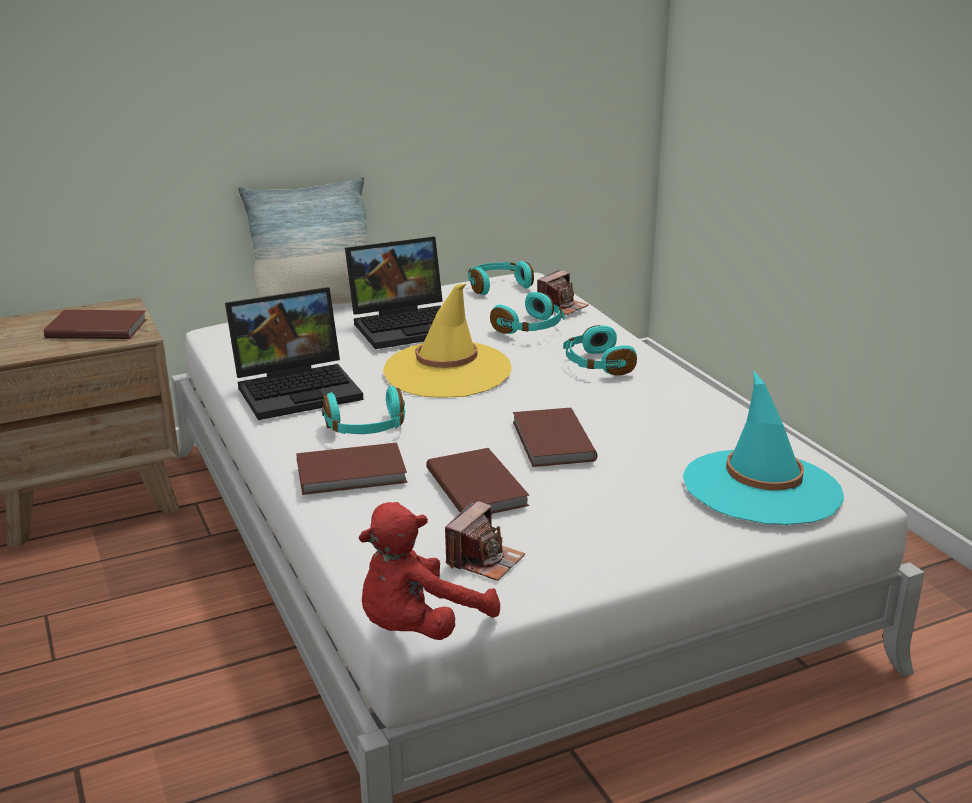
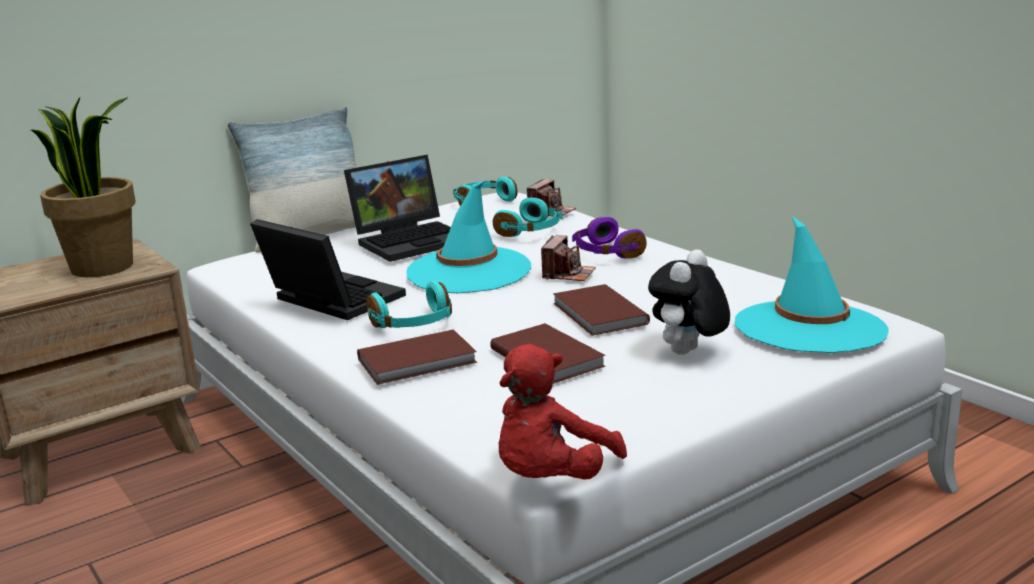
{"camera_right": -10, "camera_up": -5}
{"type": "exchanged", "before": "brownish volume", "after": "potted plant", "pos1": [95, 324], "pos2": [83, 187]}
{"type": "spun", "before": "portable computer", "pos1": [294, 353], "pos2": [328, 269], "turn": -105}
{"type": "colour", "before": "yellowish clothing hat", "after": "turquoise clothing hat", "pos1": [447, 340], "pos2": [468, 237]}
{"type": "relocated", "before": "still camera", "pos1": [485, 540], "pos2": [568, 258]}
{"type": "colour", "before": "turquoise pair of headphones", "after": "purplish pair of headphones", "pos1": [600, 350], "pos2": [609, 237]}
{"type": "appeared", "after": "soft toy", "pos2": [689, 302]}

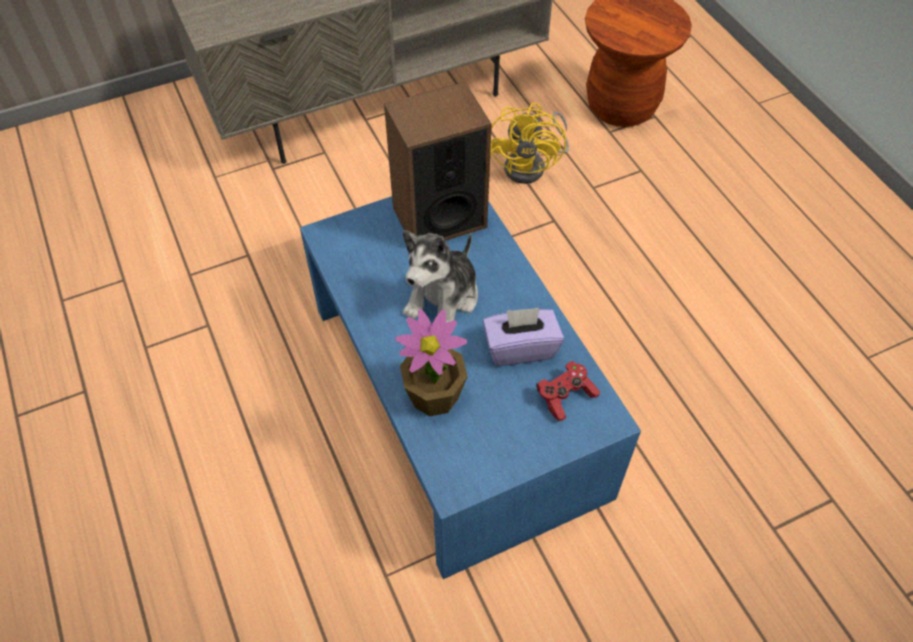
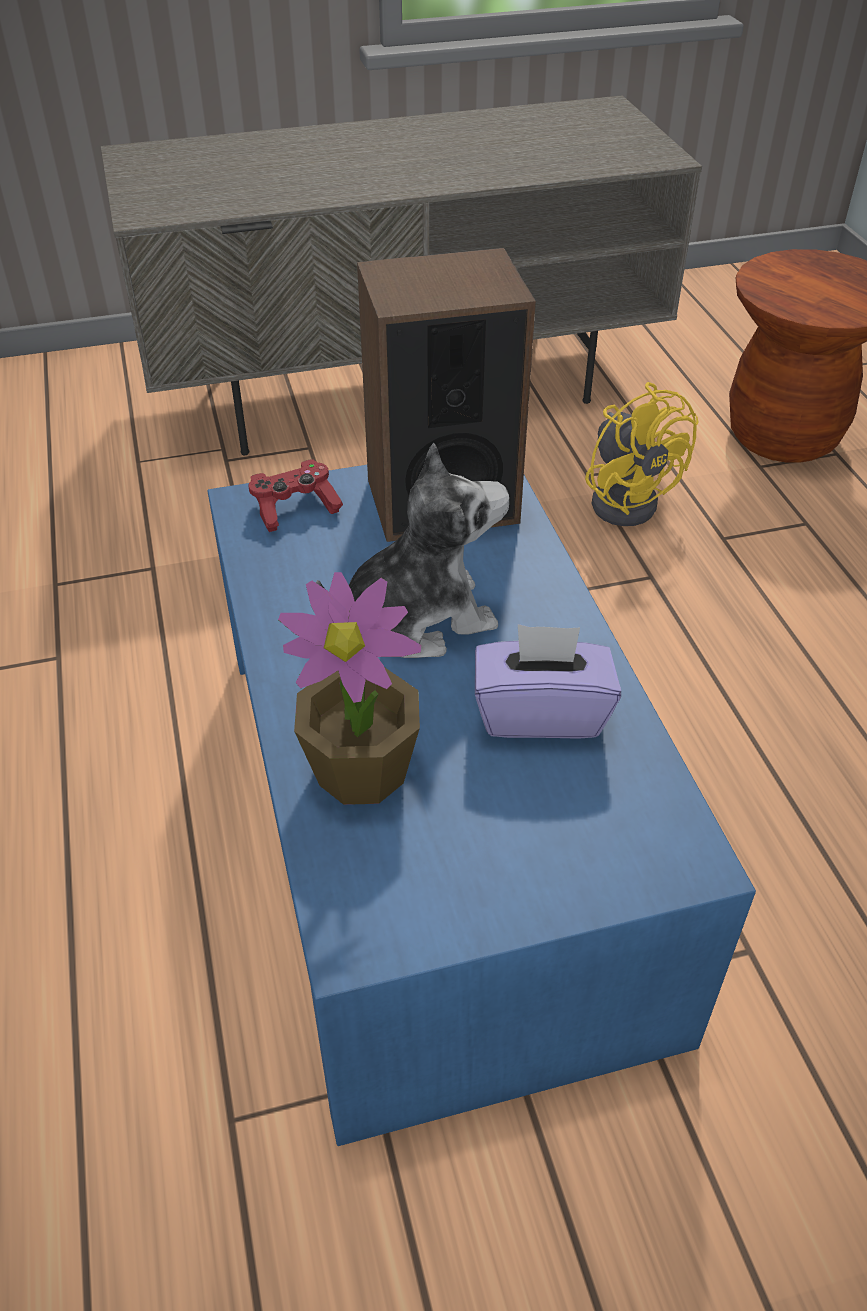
{"camera_right": 10, "camera_up": -10}
{"type": "spun", "before": "soft toy", "pos1": [440, 276], "pos2": [412, 550], "turn": -150}
{"type": "spun", "before": "yellowish cooling fan", "pos1": [529, 143], "pos2": [642, 454], "turn": -45}
{"type": "relocated", "before": "reddish gamepad", "pos1": [568, 391], "pos2": [295, 495]}

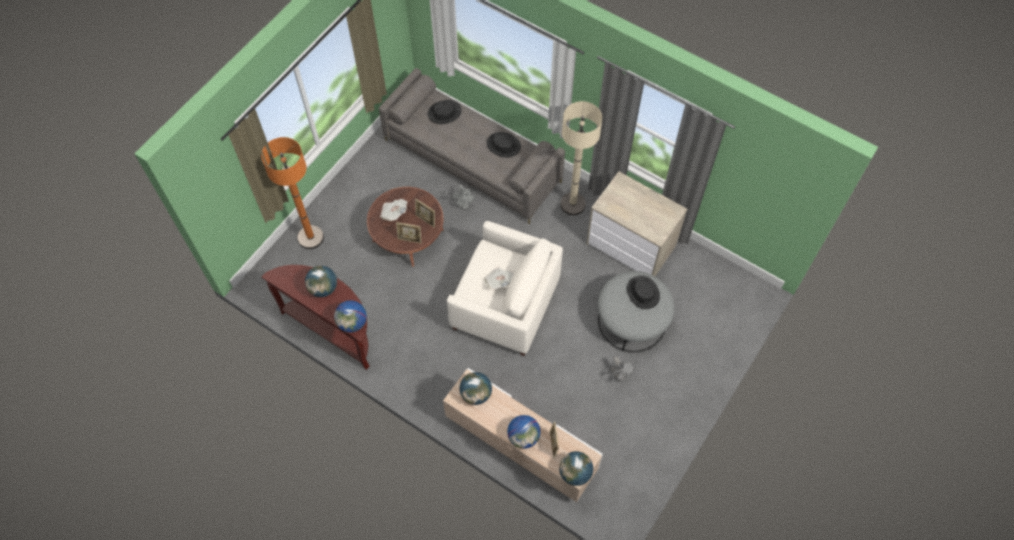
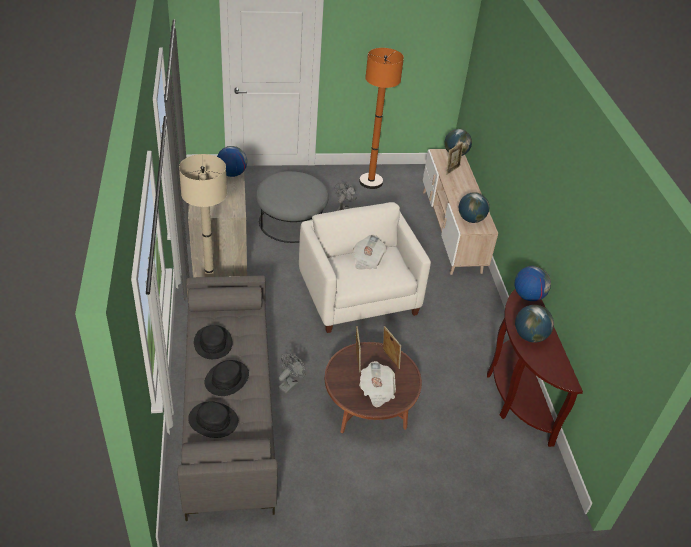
{"camera_right": -135, "camera_up": -20}
{"type": "relocated", "before": "orange-coloured standing lamp", "pos1": [292, 193], "pos2": [381, 118]}
{"type": "relocated", "before": "world globe", "pos1": [524, 432], "pos2": [232, 161]}
{"type": "relocated", "before": "black clothing hat", "pos1": [643, 292], "pos2": [226, 378]}

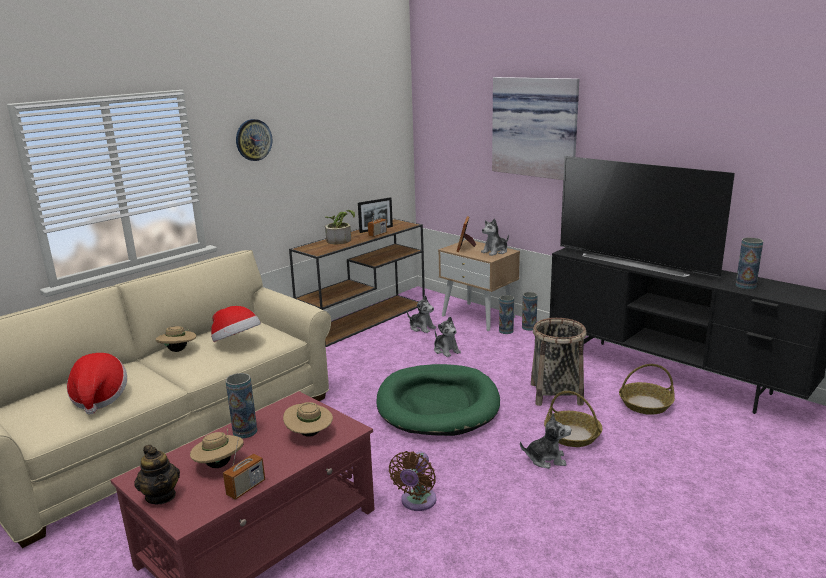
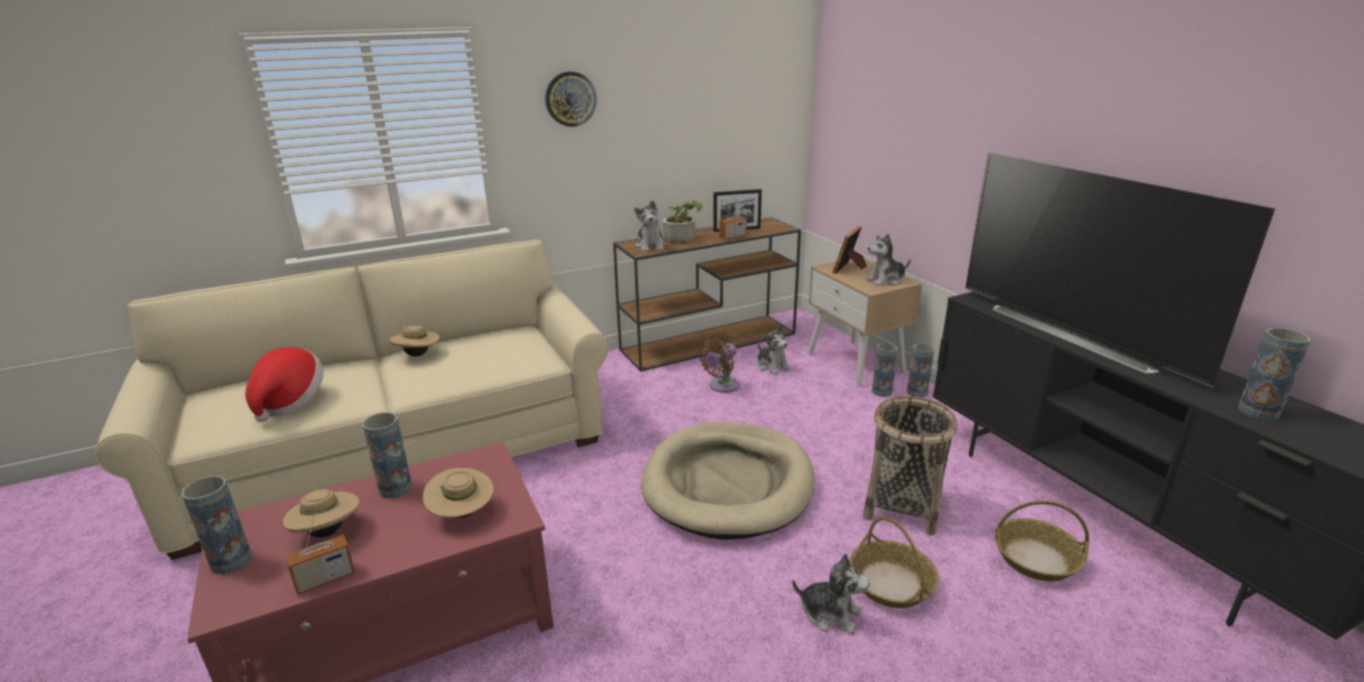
{"camera_right": 20, "camera_up": 5}
{"type": "exchanged", "before": "pot for tea", "after": "flower vase", "pos1": [157, 474], "pos2": [216, 525]}
{"type": "missing", "before": "clothing hat", "pos1": [236, 324]}
{"type": "colour", "before": "green dog cushion", "after": "sand-coloured dog cushion", "pos1": [438, 400], "pos2": [727, 481]}
{"type": "relocated", "before": "brownish cooling fan", "pos1": [412, 481], "pos2": [719, 365]}
{"type": "relocated", "before": "soft toy", "pos1": [447, 337], "pos2": [649, 226]}
{"type": "missing", "before": "wall art", "pos1": [535, 128]}

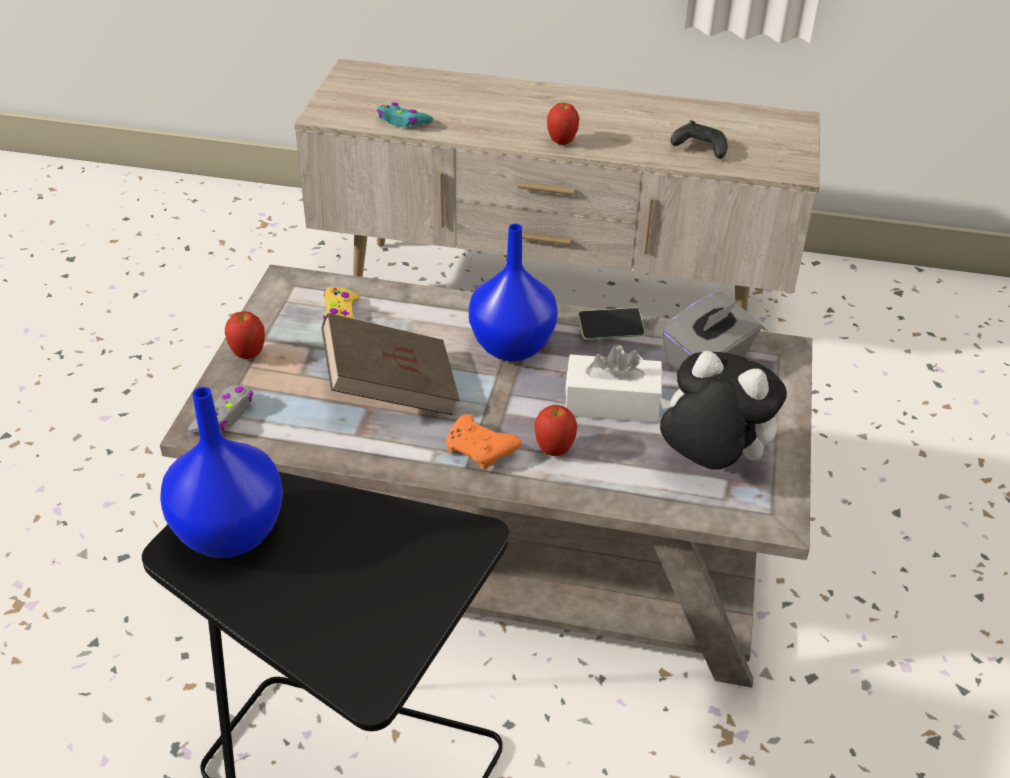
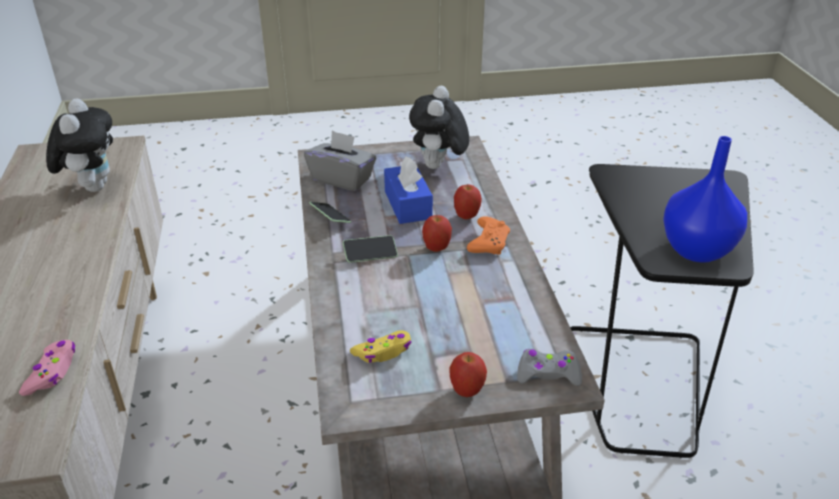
{"camera_right": -110, "camera_up": -5}
{"type": "missing", "before": "brownish volume", "pos1": [390, 364]}
{"type": "colour", "before": "turquoise gamepad", "after": "pinkish gamepad", "pos1": [405, 114], "pos2": [47, 368]}
{"type": "exchanged", "before": "blue flower vase", "after": "phone", "pos1": [513, 292], "pos2": [370, 249]}
{"type": "relocated", "before": "apple fruit", "pos1": [563, 123], "pos2": [437, 233]}
{"type": "colour", "before": "whitish tissue box", "after": "blue tissue box", "pos1": [613, 384], "pos2": [408, 190]}
{"type": "exchanged", "before": "black gamepad", "after": "soft toy", "pos1": [699, 139], "pos2": [79, 145]}

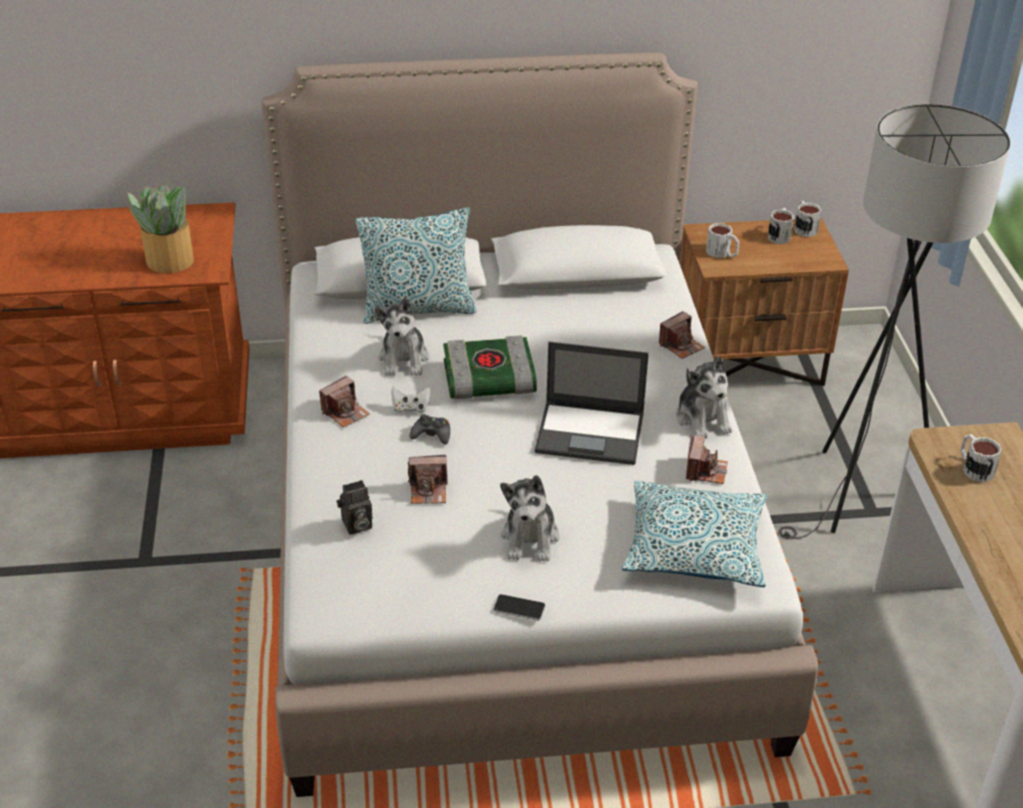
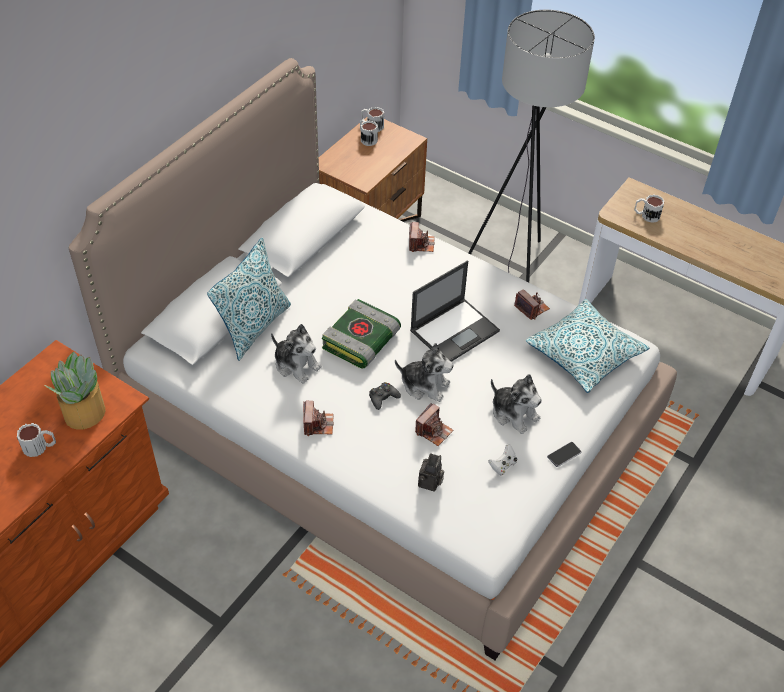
{"camera_right": -50, "camera_up": 10}
{"type": "relocated", "before": "whitish gamepad", "pos1": [410, 400], "pos2": [502, 459]}
{"type": "relocated", "before": "soft toy", "pos1": [704, 397], "pos2": [424, 372]}
{"type": "relocated", "before": "mug", "pos1": [723, 240], "pos2": [36, 440]}

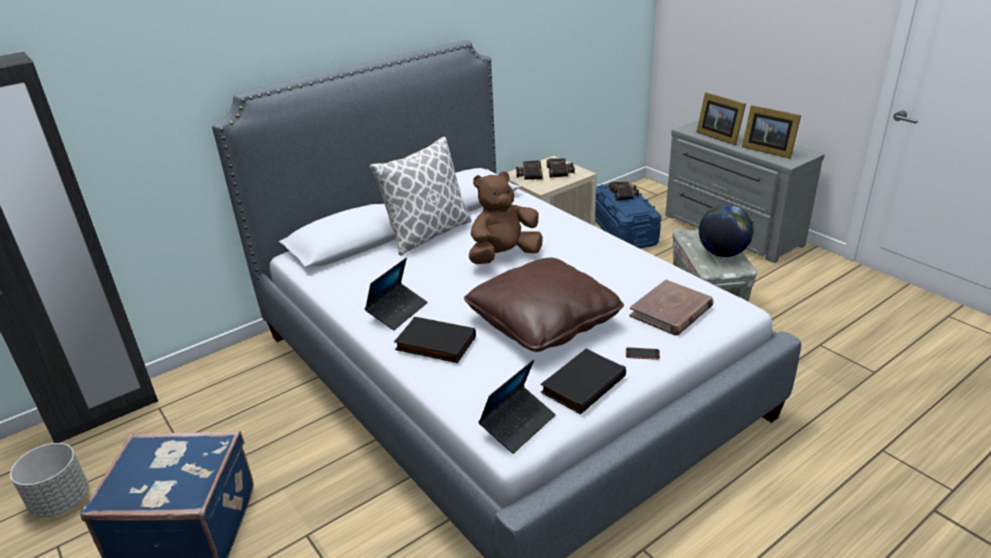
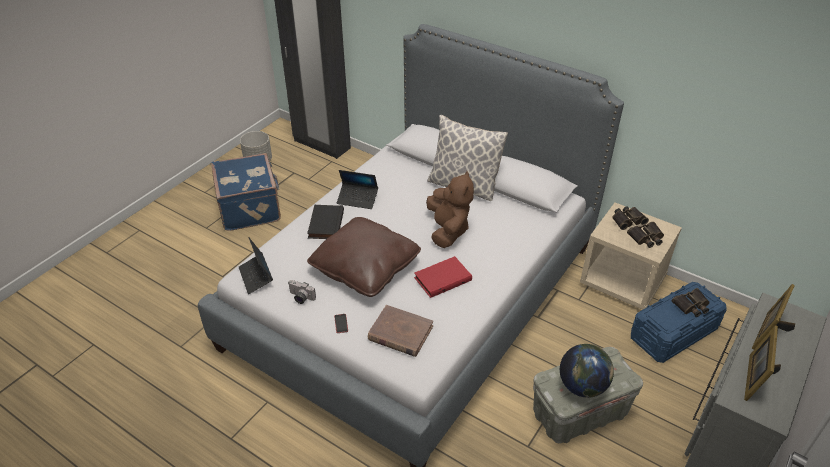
{"camera_right": 70, "camera_up": 10}
{"type": "spun", "before": "brownish soft toy", "pos1": [506, 217], "pos2": [450, 209], "turn": 45}
{"type": "spun", "before": "portable computer", "pos1": [517, 407], "pos2": [256, 265], "turn": 45}
{"type": "exchanged", "before": "black volume", "after": "still camera", "pos1": [583, 381], "pos2": [302, 292]}
{"type": "appeared", "after": "reddish volume", "pos2": [443, 277]}

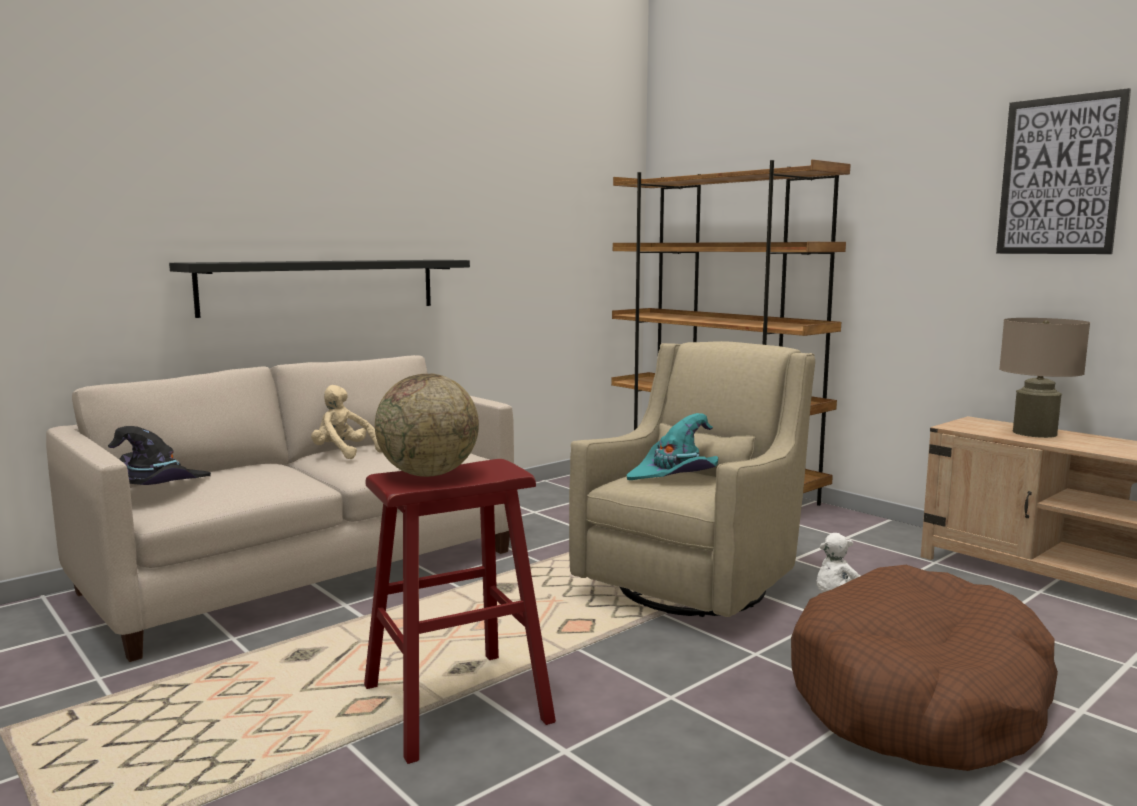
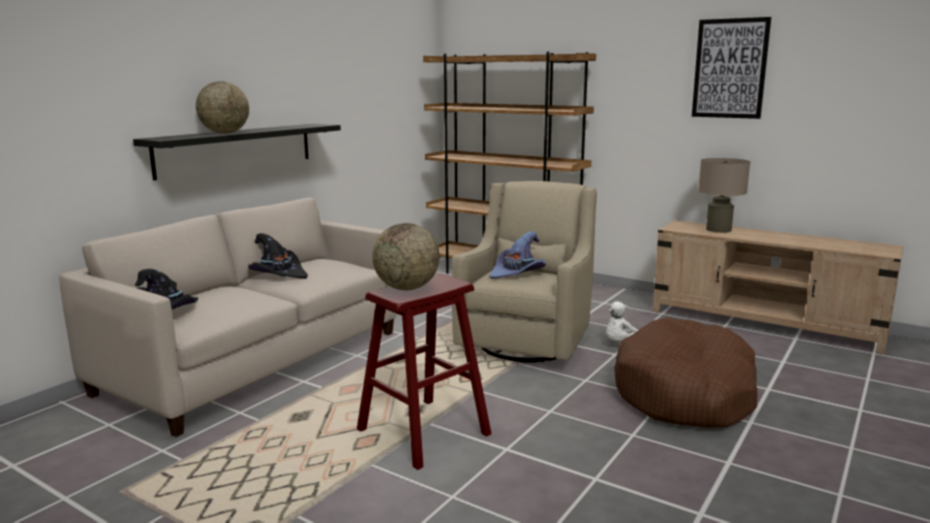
{"camera_right": -15, "camera_up": 5}
{"type": "exchanged", "before": "sand-coloured soft toy", "after": "black clothing hat", "pos1": [346, 422], "pos2": [278, 256]}
{"type": "colour", "before": "turquoise clothing hat", "after": "purplish clothing hat", "pos1": [672, 446], "pos2": [517, 255]}
{"type": "appeared", "after": "world globe", "pos2": [222, 107]}

